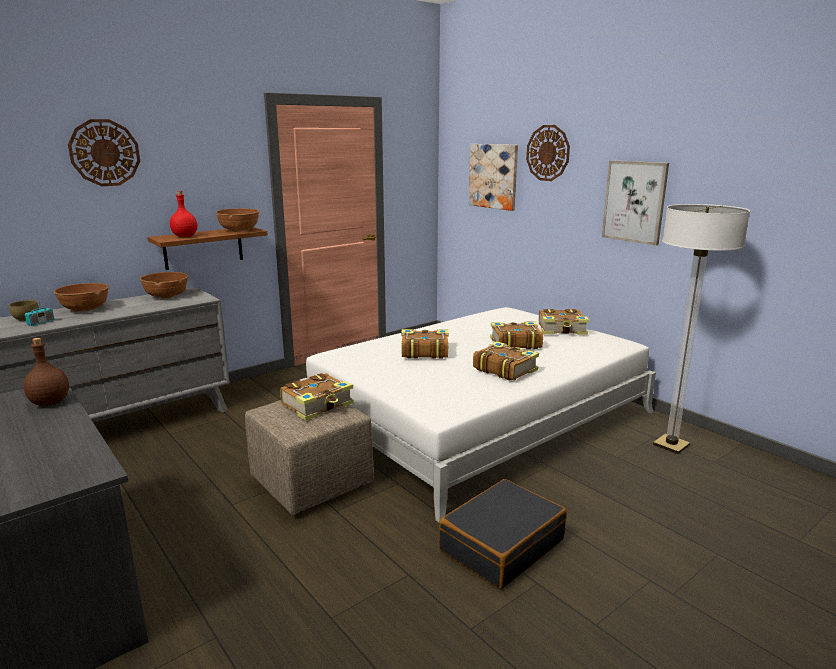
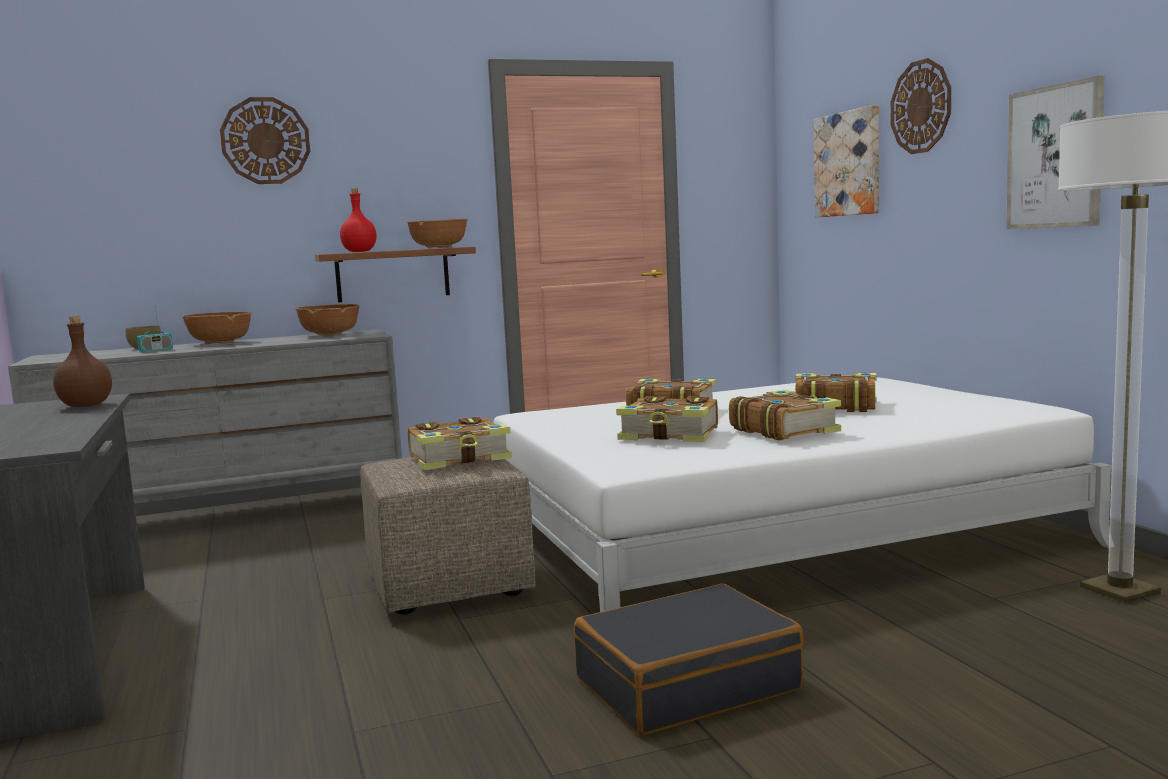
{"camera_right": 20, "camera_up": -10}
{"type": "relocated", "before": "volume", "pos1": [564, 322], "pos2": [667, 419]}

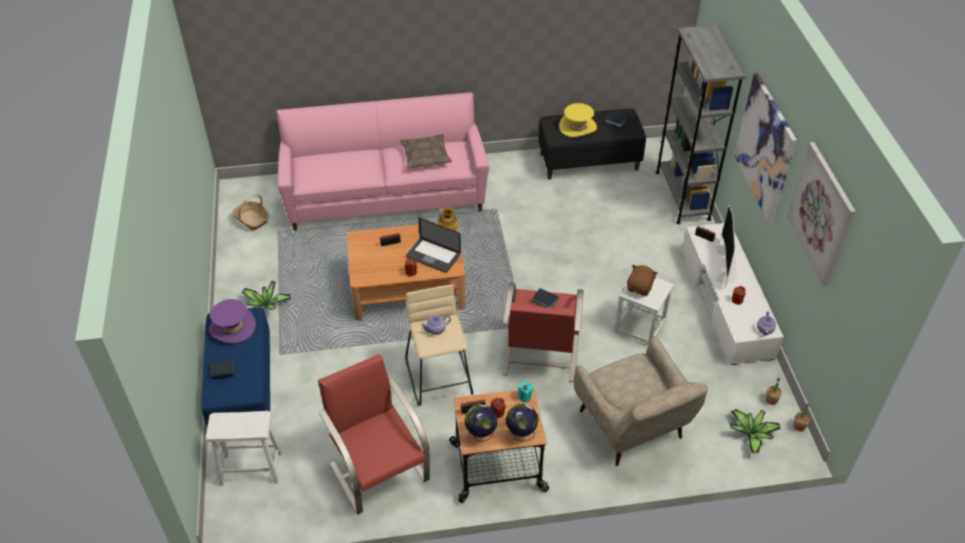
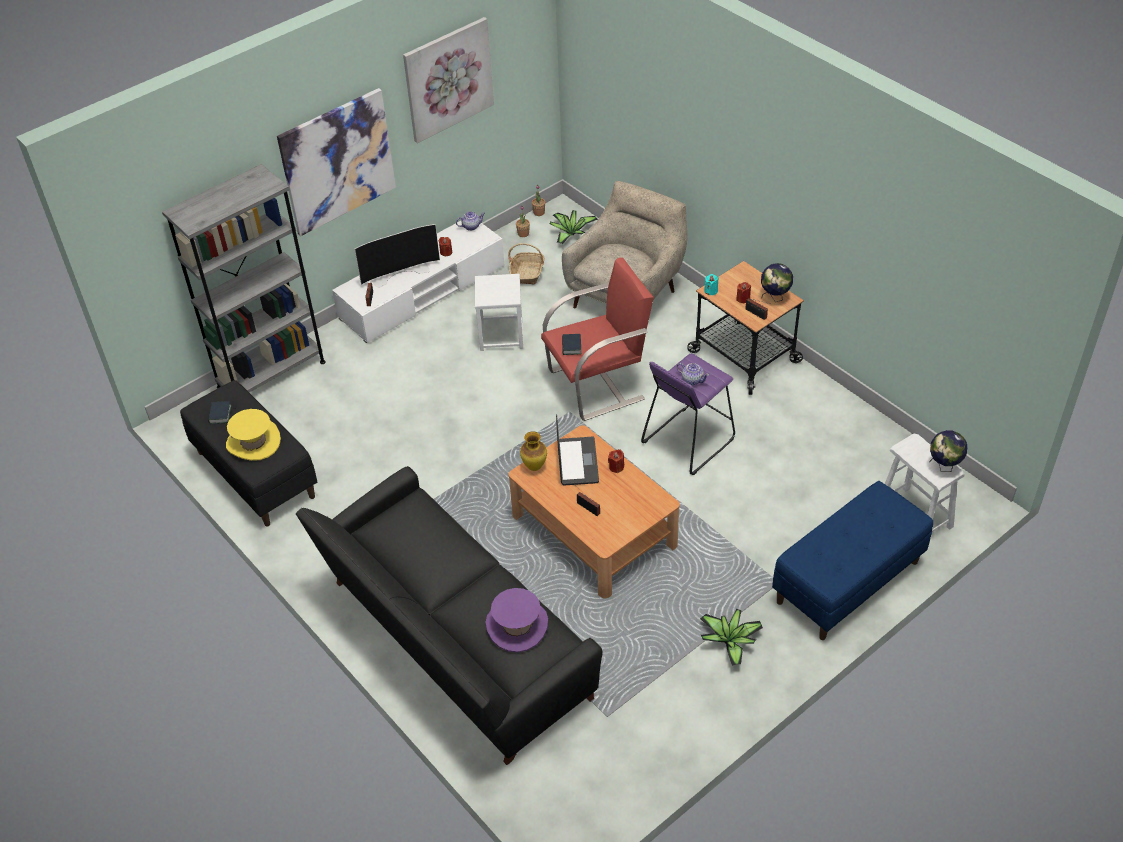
{"camera_right": -120, "camera_up": 0}
{"type": "relocated", "before": "purplish clothing hat", "pos1": [232, 321], "pos2": [516, 620]}
{"type": "missing", "before": "volume", "pos1": [222, 370]}
{"type": "relocated", "before": "storage basket", "pos1": [250, 212], "pos2": [526, 263]}
{"type": "colour", "before": "pinkish couch", "after": "black couch", "pos1": [383, 161], "pos2": [449, 615]}
{"type": "missing", "before": "reddish lounge chair", "pos1": [374, 434]}
{"type": "missing", "before": "pillow", "pos1": [426, 151]}
{"type": "colour", "before": "sand-coloured stool seat", "after": "purplish stool seat", "pos1": [439, 345], "pos2": [688, 414]}
{"type": "relocated", "before": "world globe", "pos1": [522, 422], "pos2": [948, 451]}
{"type": "missing", "before": "brownish soft toy", "pos1": [642, 280]}

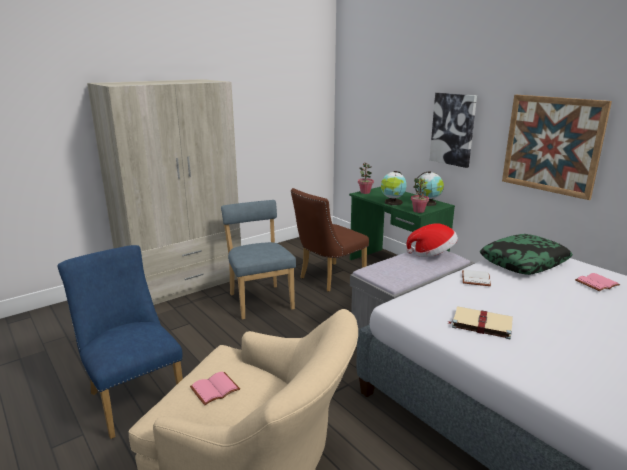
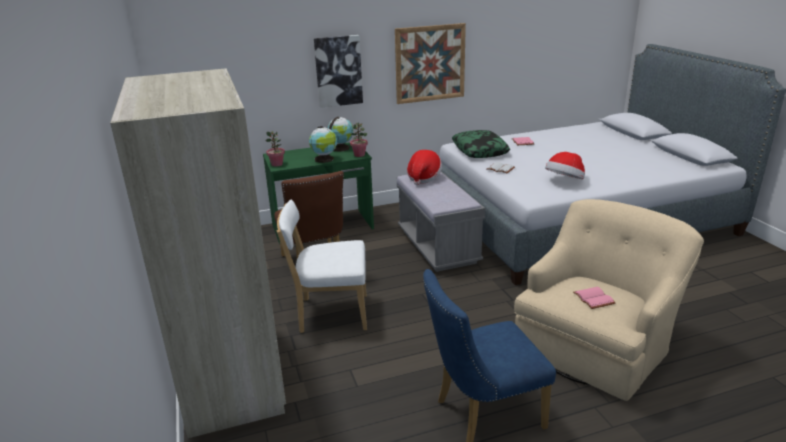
{"camera_right": -70, "camera_up": 5}
{"type": "colour", "before": "blue plain chair", "after": "whitish plain chair", "pos1": [258, 259], "pos2": [321, 266]}
{"type": "exchanged", "before": "sand-coloured volume", "after": "clothing hat", "pos1": [480, 322], "pos2": [565, 165]}

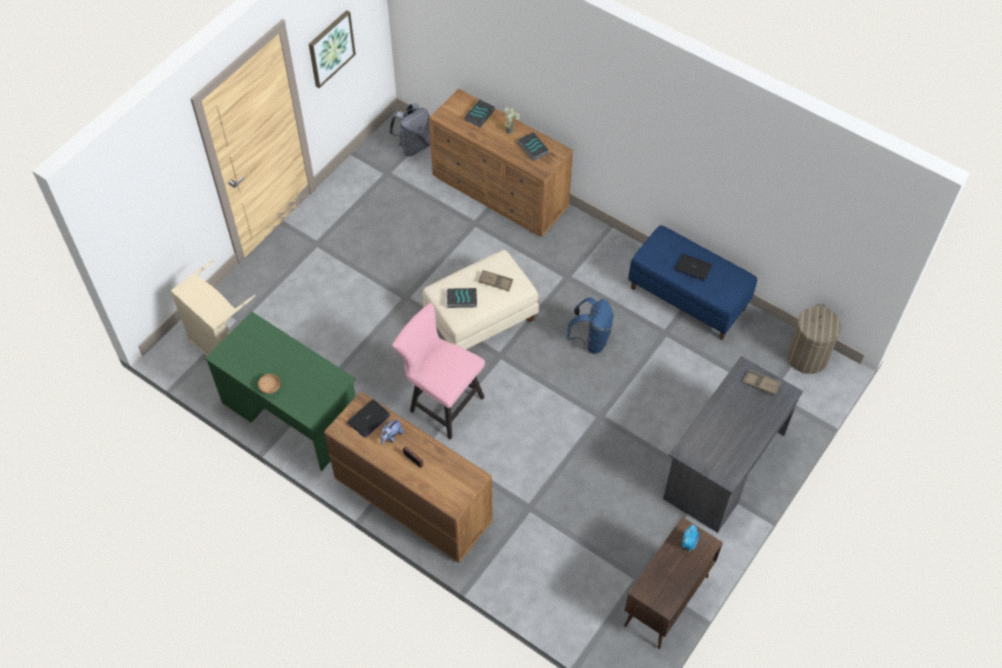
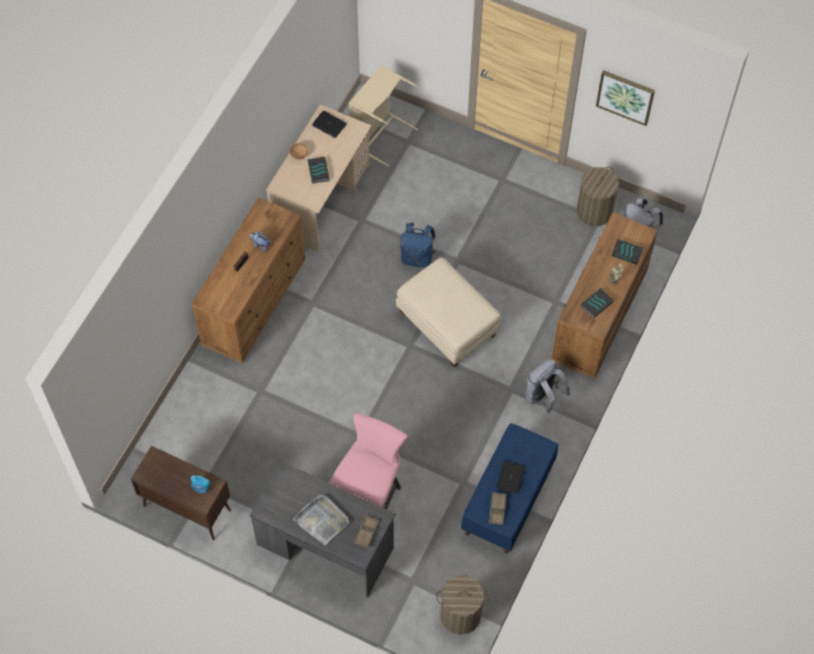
{"camera_right": 80, "camera_up": 5}
{"type": "colour", "before": "green desk table", "after": "sand-coloured desk table", "pos1": [280, 391], "pos2": [318, 178]}
{"type": "relocated", "before": "portable computer", "pos1": [368, 418], "pos2": [329, 124]}
{"type": "relocated", "before": "pinkish plain chair", "pos1": [438, 371], "pos2": [368, 461]}
{"type": "relocated", "before": "volume", "pos1": [462, 298], "pos2": [319, 170]}
{"type": "relocated", "before": "brownish serving tray", "pos1": [495, 280], "pos2": [497, 508]}
{"type": "relocated", "before": "blue backpack", "pos1": [590, 325], "pos2": [418, 245]}
{"type": "appeared", "after": "greyish serving tray", "pos2": [321, 520]}
{"type": "appeared", "after": "greyish backpack", "pos2": [547, 386]}
{"type": "appeared", "after": "laundry basket", "pos2": [598, 196]}

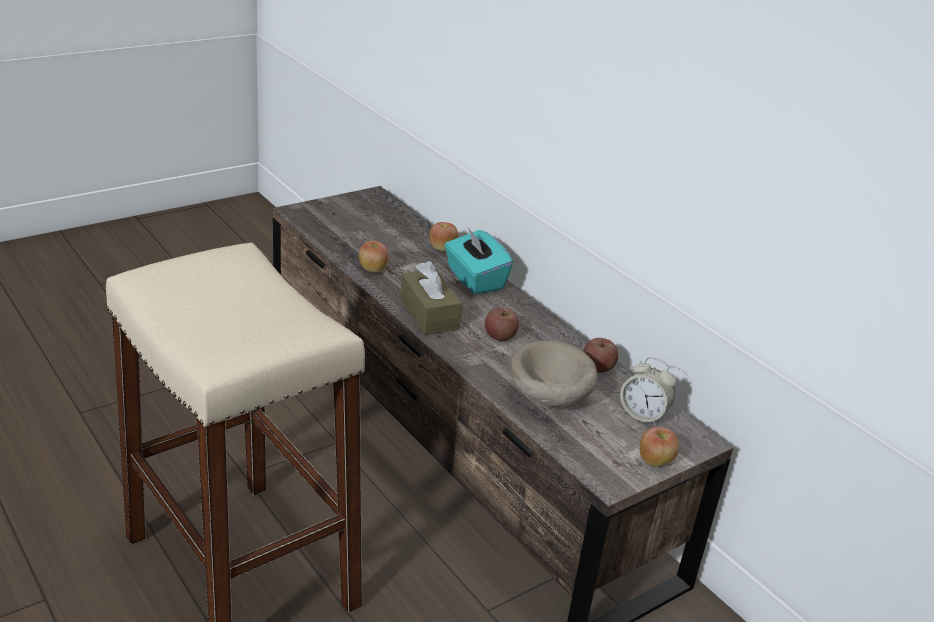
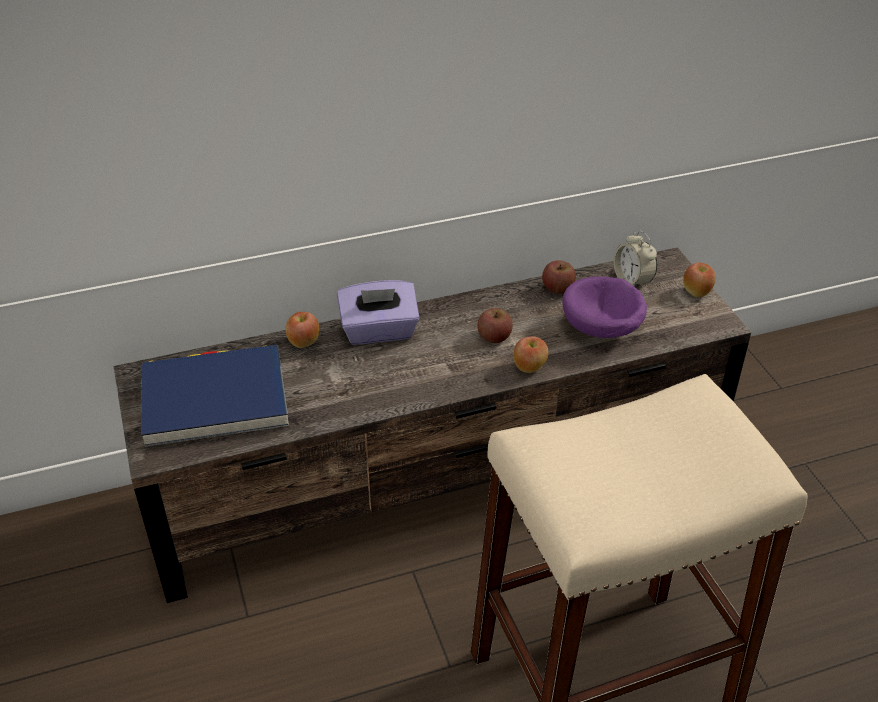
{"camera_right": -70, "camera_up": 10}
{"type": "relocated", "before": "apple fruit", "pos1": [374, 257], "pos2": [531, 354]}
{"type": "missing", "before": "brownish tissue box", "pos1": [431, 298]}
{"type": "colour", "before": "turquoise tissue box", "after": "purplish tissue box", "pos1": [478, 260], "pos2": [378, 312]}
{"type": "colour", "before": "sand-coloured serving bowl", "after": "purplish serving bowl", "pos1": [554, 374], "pos2": [604, 307]}
{"type": "spun", "before": "alarm clock", "pos1": [648, 391], "pos2": [635, 258], "turn": 105}
{"type": "appeared", "after": "blue volume", "pos2": [215, 396]}

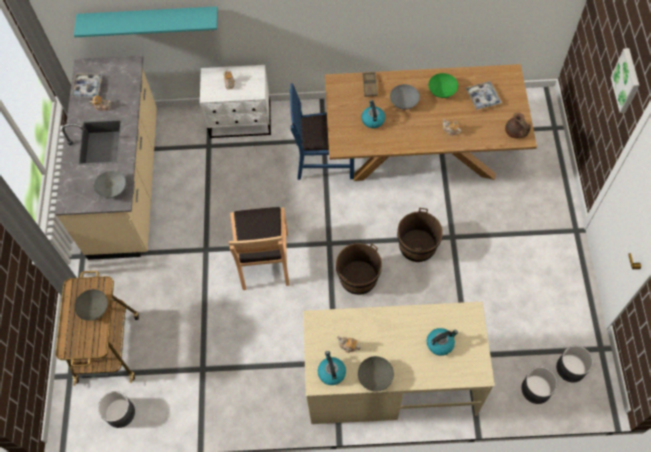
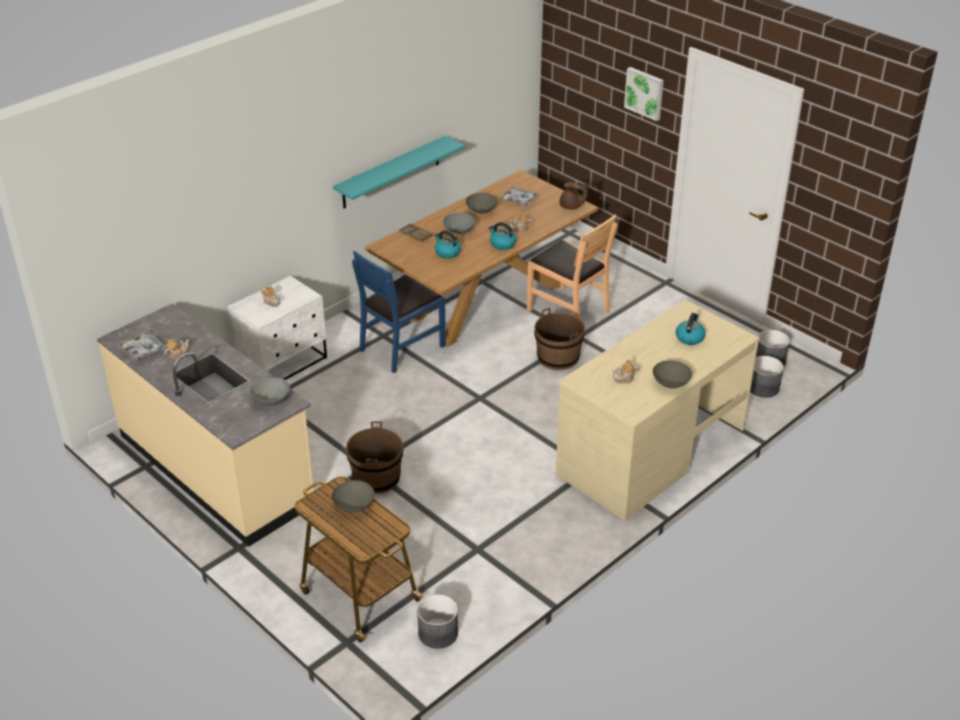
{"camera_right": -45, "camera_up": -25}
{"type": "relocated", "before": "turquoise wall shelf", "pos1": [146, 21], "pos2": [399, 172]}
{"type": "relocated", "before": "brownish plain chair", "pos1": [259, 248], "pos2": [572, 267]}
{"type": "relocated", "before": "water kettle", "pos1": [332, 368], "pos2": [502, 236]}
{"type": "relocated", "before": "brownish pail", "pos1": [359, 269], "pos2": [374, 457]}
{"type": "colour", "before": "green serving bowl", "after": "greyish serving bowl", "pos1": [443, 85], "pos2": [481, 203]}

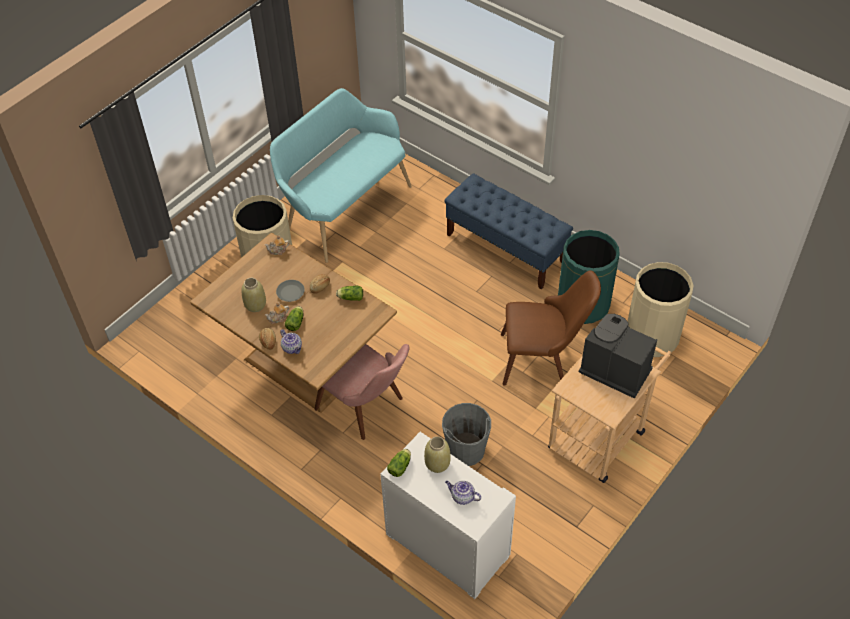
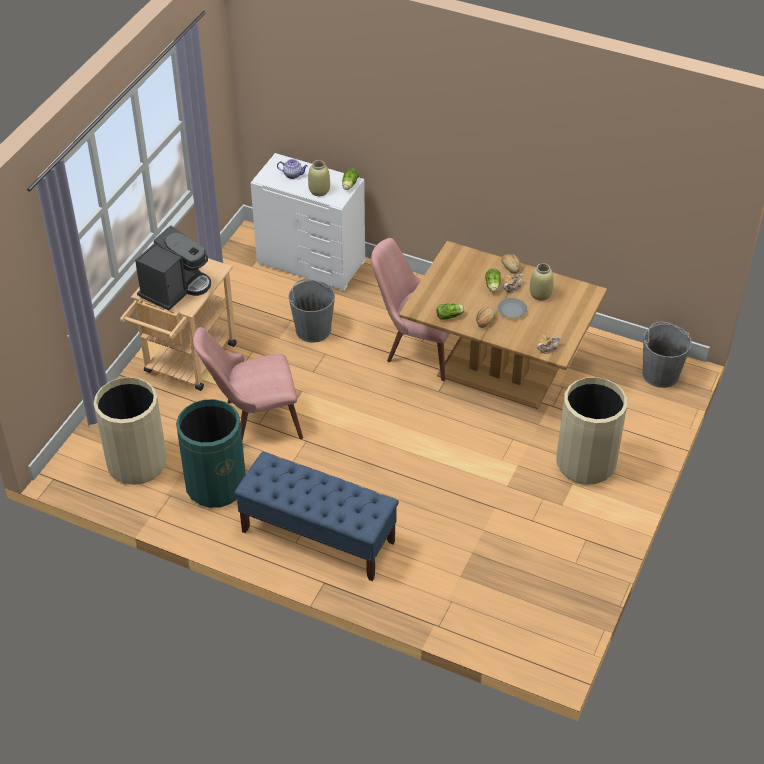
{"camera_right": 165, "camera_up": -5}
{"type": "missing", "before": "turquoise long seat", "pos1": [341, 175]}
{"type": "missing", "before": "pot for tea", "pos1": [291, 341]}
{"type": "colour", "before": "brownish plain chair", "after": "pinkish plain chair", "pos1": [551, 328], "pos2": [248, 384]}
{"type": "spun", "before": "coffee machine", "pos1": [618, 356], "pos2": [173, 268], "turn": -75}
{"type": "appeared", "after": "greyish pail", "pos2": [667, 355]}

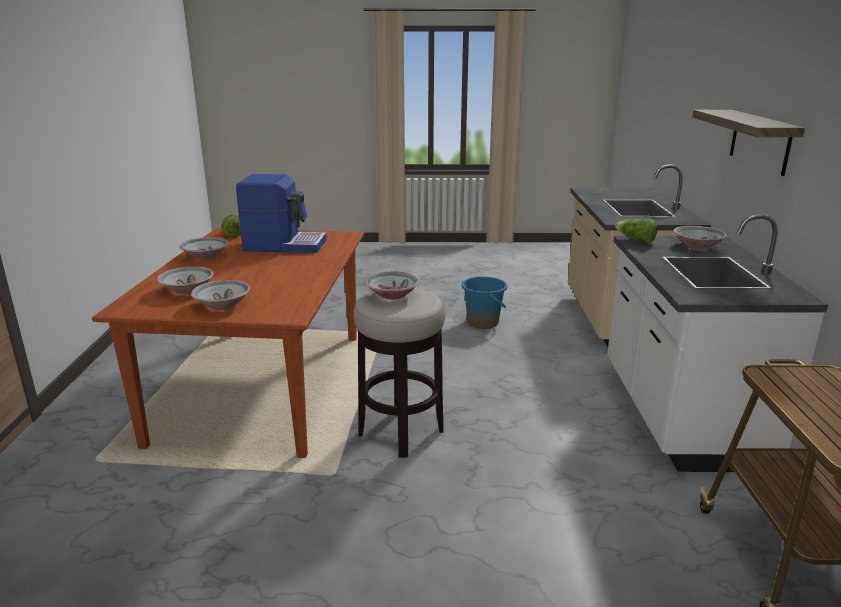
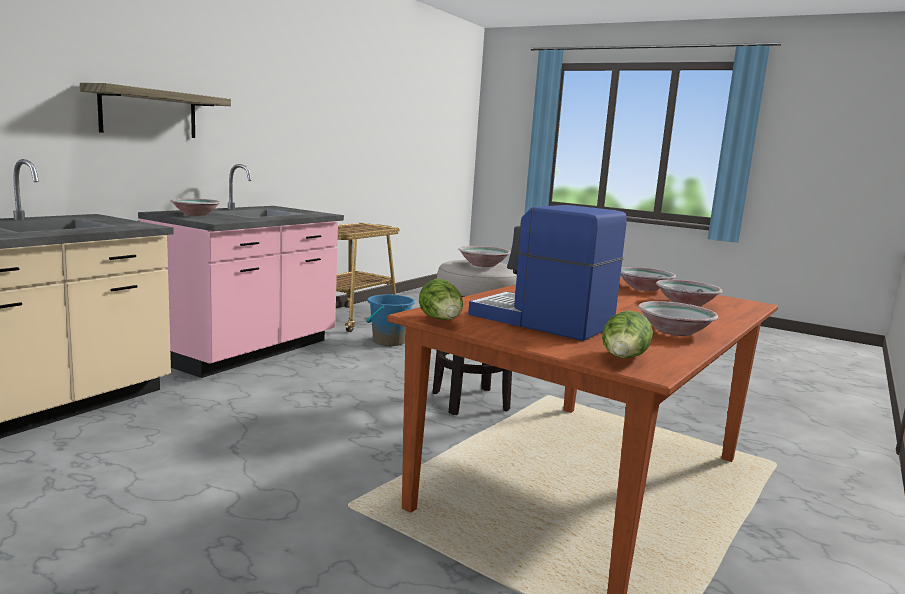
{"camera_right": -150, "camera_up": -10}
{"type": "relocated", "before": "blue pail", "pos1": [484, 302], "pos2": [390, 320]}
{"type": "colour", "before": "whitish kitchen base unit", "after": "pinkish kitchen base unit", "pos1": [717, 343], "pos2": [241, 271]}
{"type": "relocated", "before": "head of lettuce", "pos1": [636, 231], "pos2": [441, 299]}

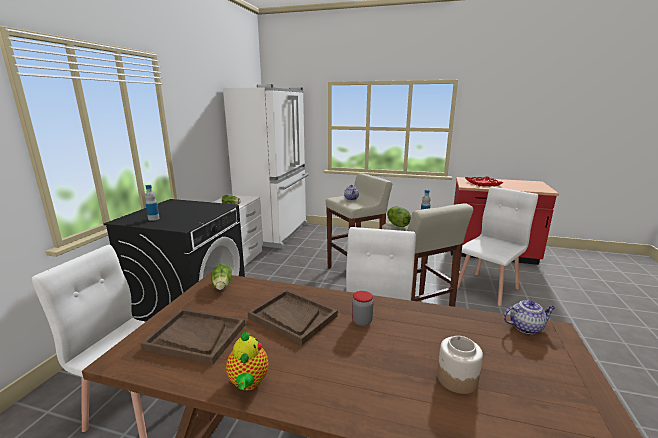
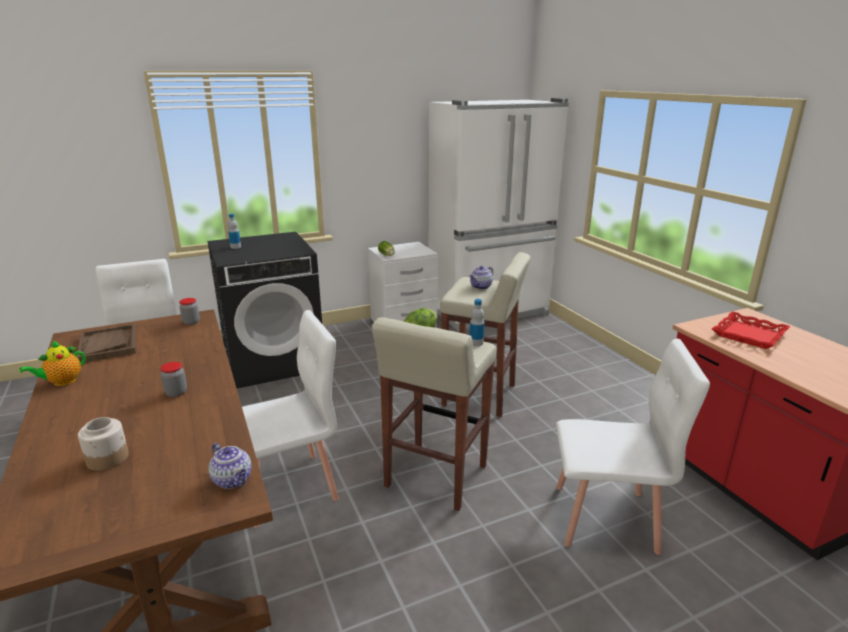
{"camera_right": 50, "camera_up": 5}
{"type": "exchanged", "before": "head of lettuce", "after": "jar", "pos1": [221, 277], "pos2": [189, 311]}
{"type": "missing", "before": "brownish serving tray", "pos1": [293, 317]}

